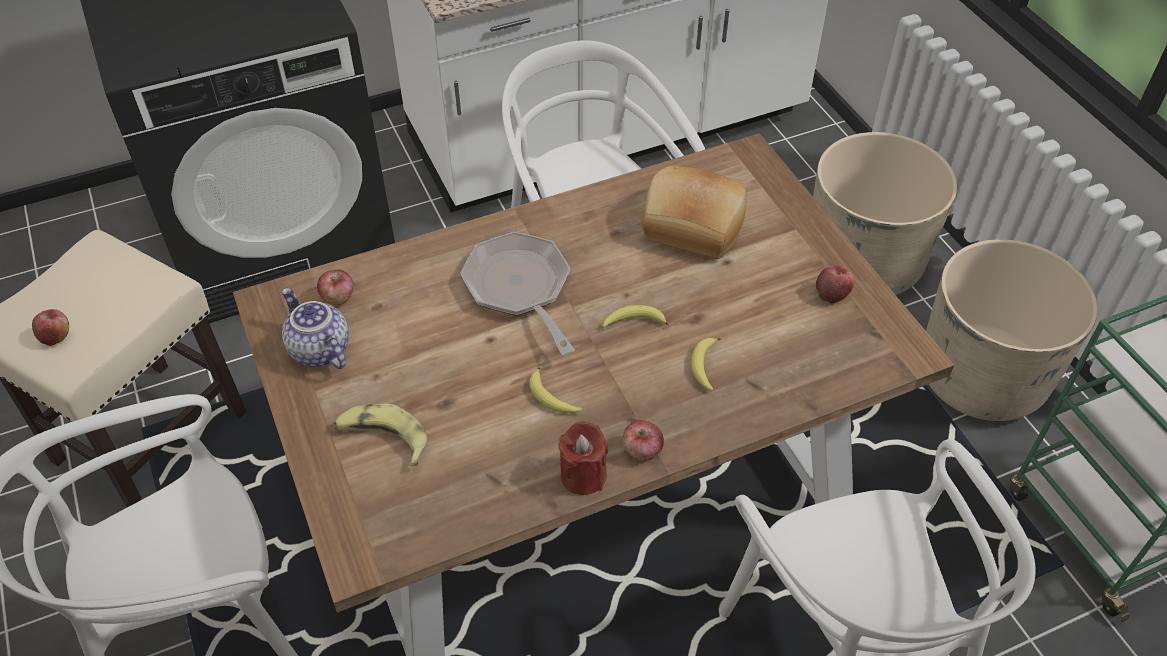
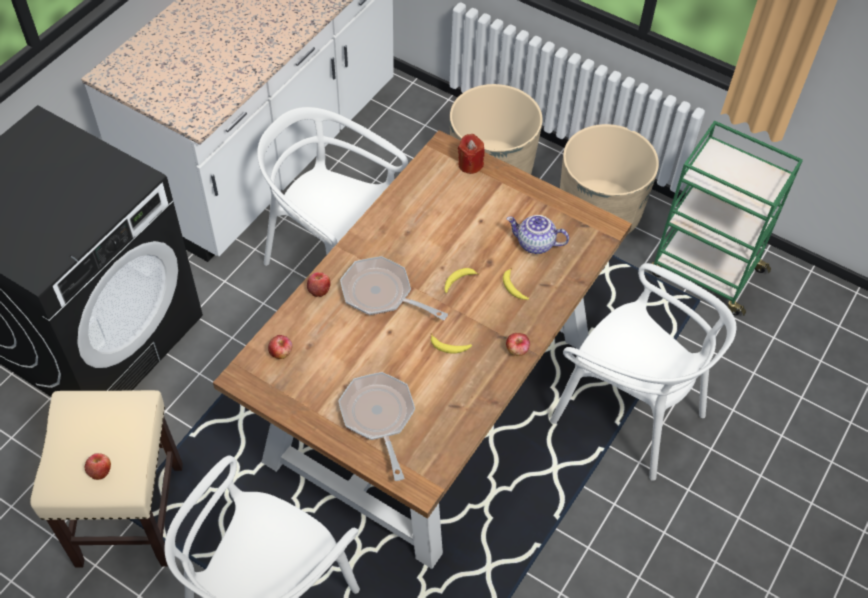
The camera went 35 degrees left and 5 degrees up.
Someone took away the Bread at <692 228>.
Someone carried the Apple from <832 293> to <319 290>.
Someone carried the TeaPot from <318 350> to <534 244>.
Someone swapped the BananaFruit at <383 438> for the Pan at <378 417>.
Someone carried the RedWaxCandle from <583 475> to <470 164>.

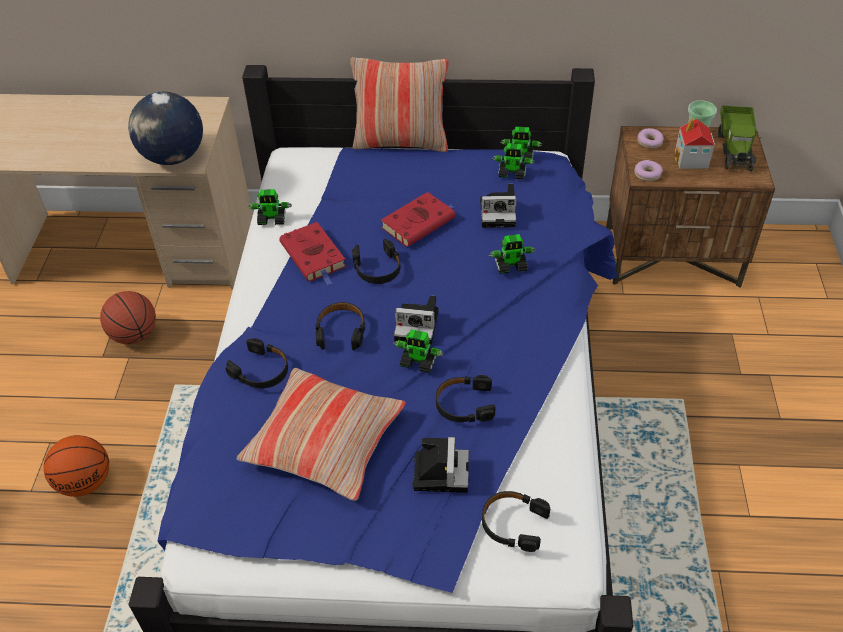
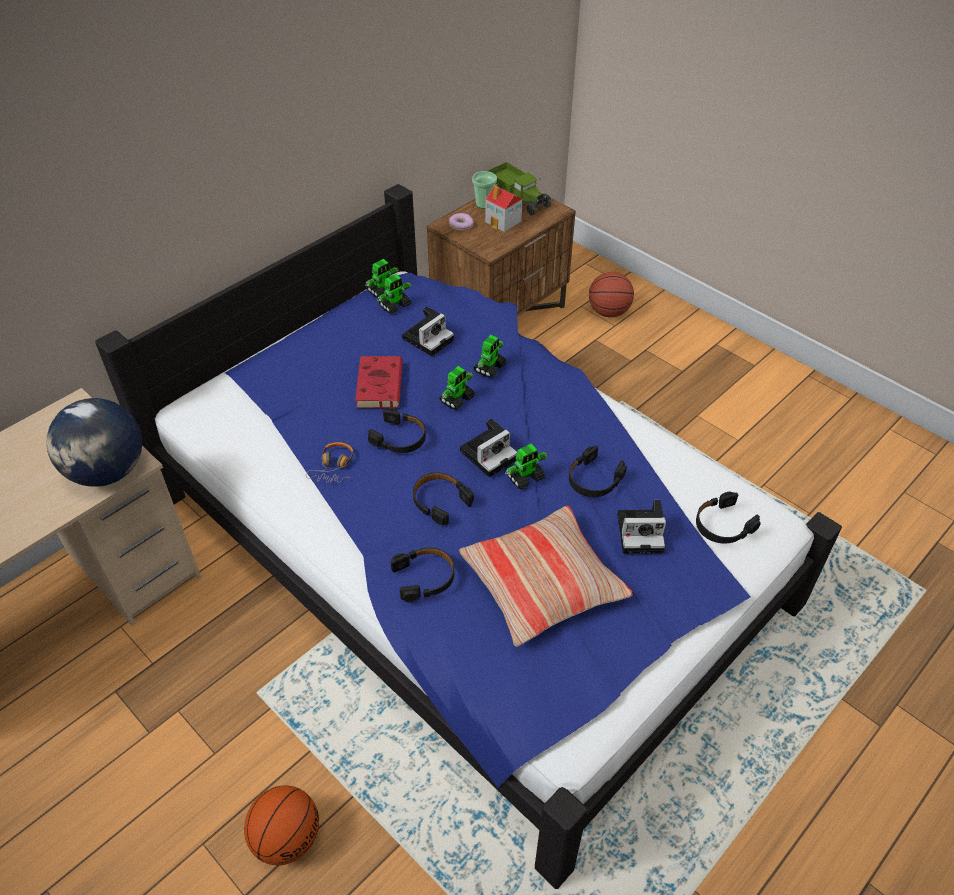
The camera went 50 degrees left and 0 degrees up.
Someone took away the Pillow at <401 142>.
Someone took away the Doughnut at <647 174>.
Someone carried the ToyRobot from <272 219> to <457 399>.
Someone swapped the RedBoundBook at <314 257> for the Headphones at <334 467>.
Someone carried the BallForBasketball from <134 335> to <608 312>.
Someone rotated the PhotoCamera at <440 471> by 135 degrees clockwise.

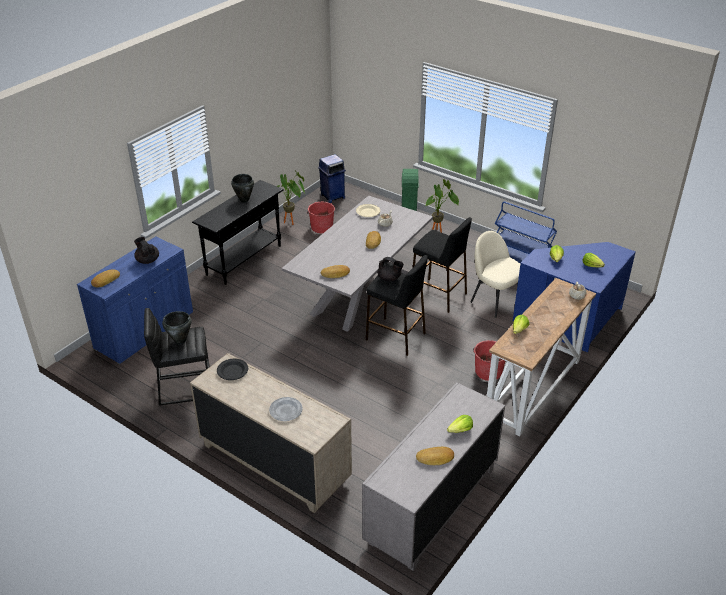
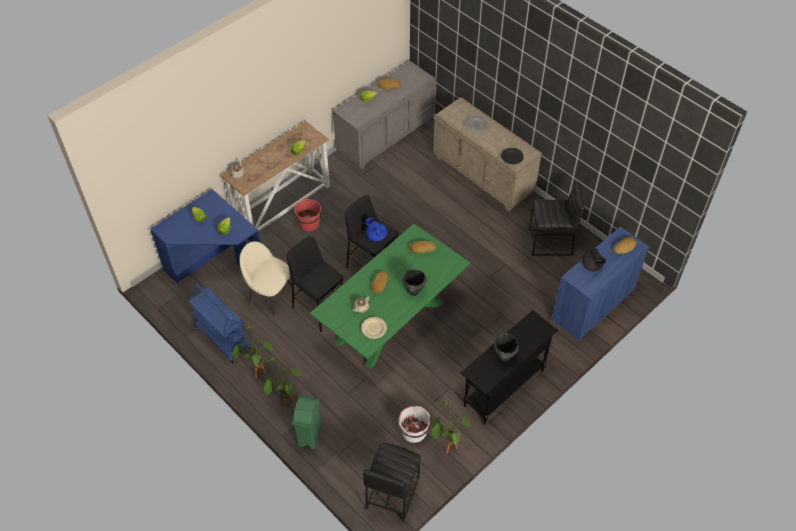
The camera went 170 degrees left and 15 degrees up.
Someone swapped the BlueColouredTrashCan at <332 196> for the BlackishStoolSeat at <391 494>.
Someone repainted the GreyishDinnerTable at <361 293>, which became the GreenColouredDinnerTable at <391 322>.
Someone repainted the RedPail at <321 227>, which became the WhitePail at <414 432>.
Someone rotated the BeigeColouredPlainChair at <494 300> by 150 degrees clockwise.
Someone repainted the BlackishTeaPot at <389 278>, which became the BlueColouredTeaPot at <376 236>.
Someone carried the BlackishCookingPot from <180 341> to <413 291>.
Someone put down the PottedPlant at <256 371>.

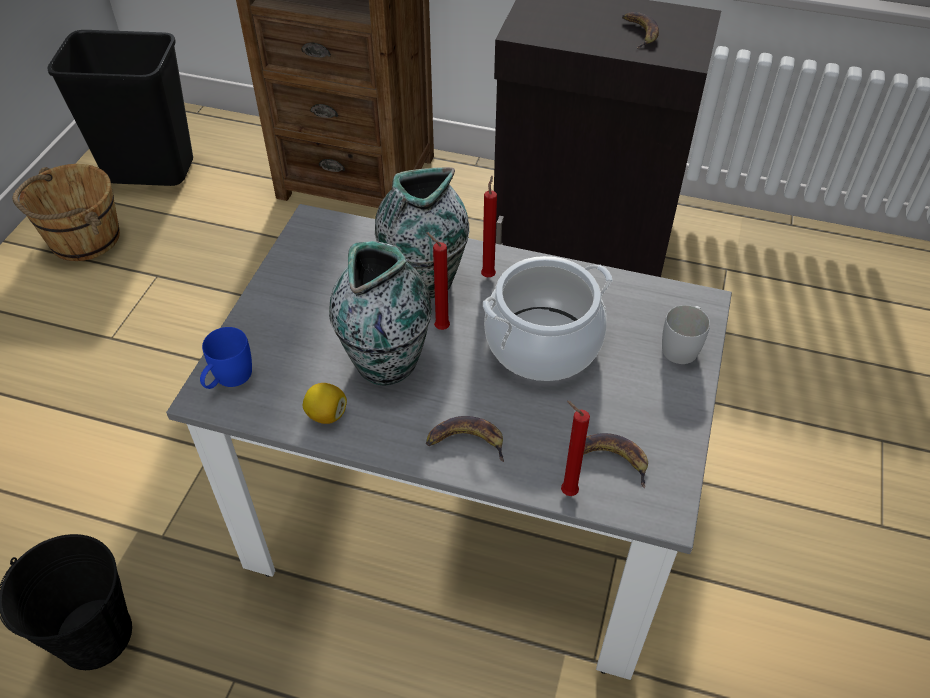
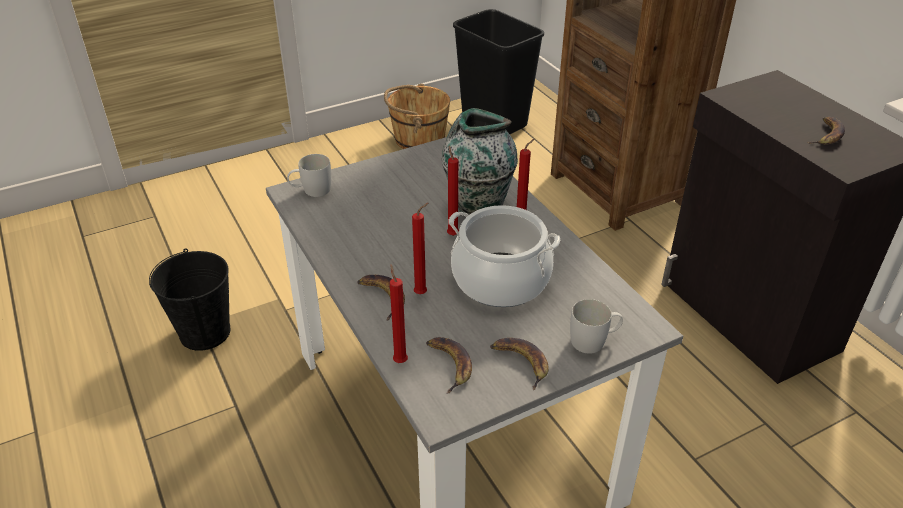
The camera went 45 degrees right and 10 degrees down.
Someone took away the Vase at <386 361>.
Someone repainted the BlueColouredTeaMug at <228 379>, which became the WhiteTeaMug at <311 190>.
Someone took away the CitrusFruit at <326 414>.
Someone put down the RedWaxCandle at <422 293>.
Someone put down the BananaFruit at <520 362>.

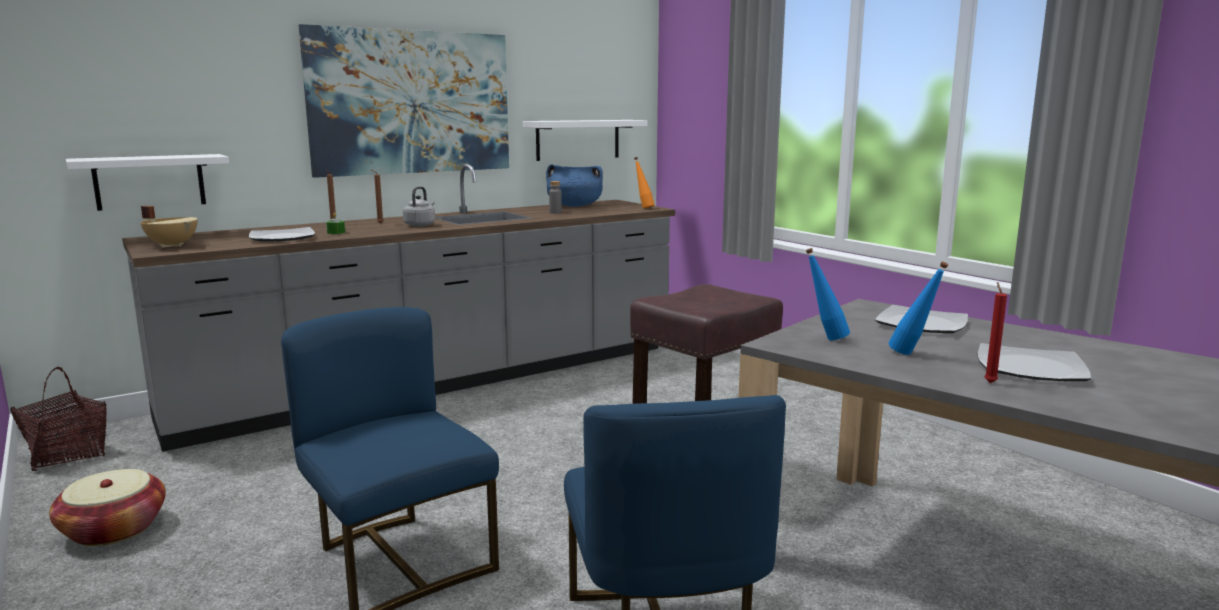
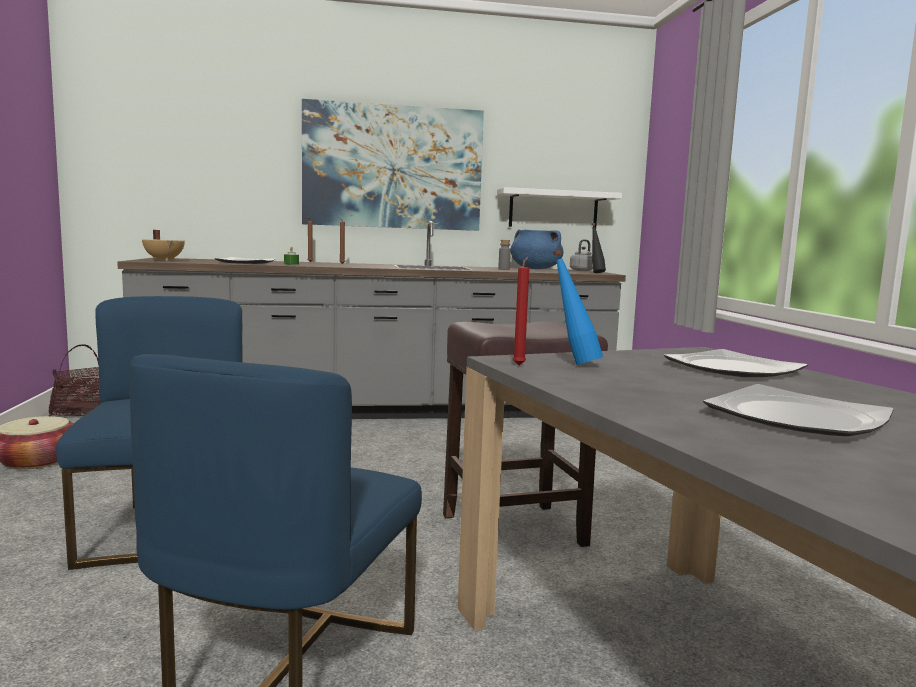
The camera went 25 degrees right and 5 degrees down.
Someone took away the WhiteShelf at <149 181>.
Someone repainted the OrangeBottle at <643 208>, which became the BlackishBottle at <595 273>.
Someone carried the GreyishKettle from <420 225> to <582 270>.
Someone took away the BlueColouredBottle at <913 355>.
Someone carried the RedWaxCandle from <989 382> to <520 365>.

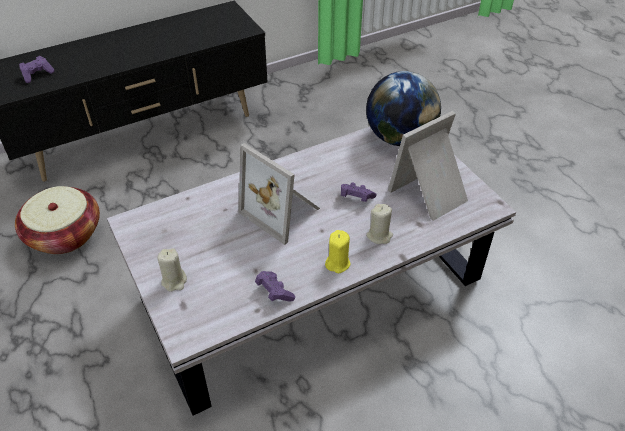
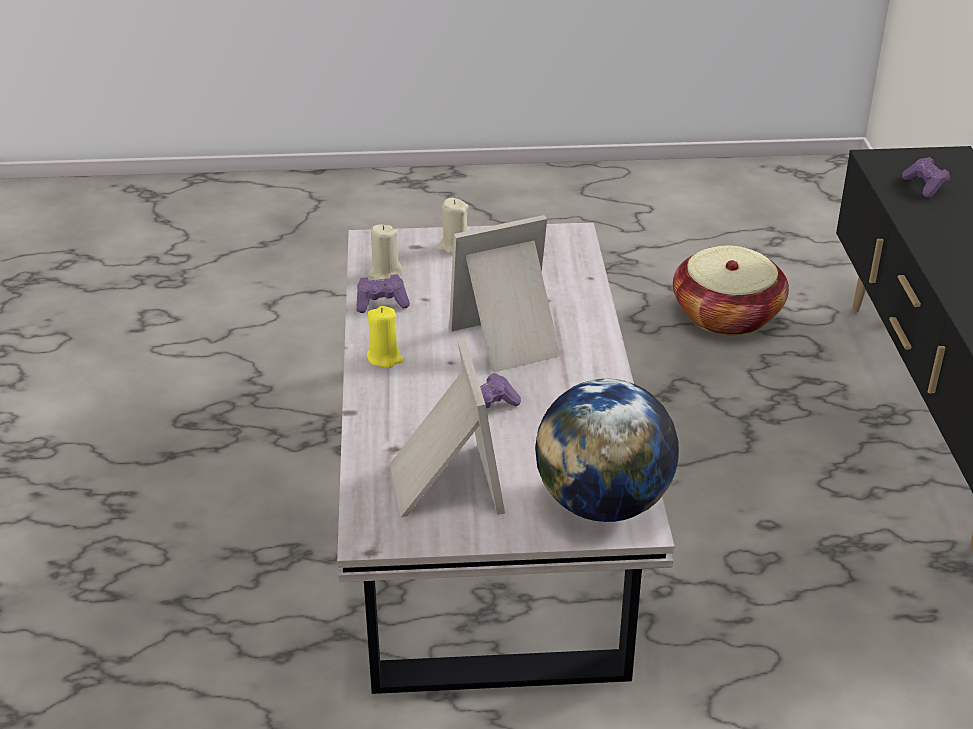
The camera went 115 degrees right and 10 degrees down.
Someone carried the BeigeColouredWaxCandle from <379 236> to <385 273>.

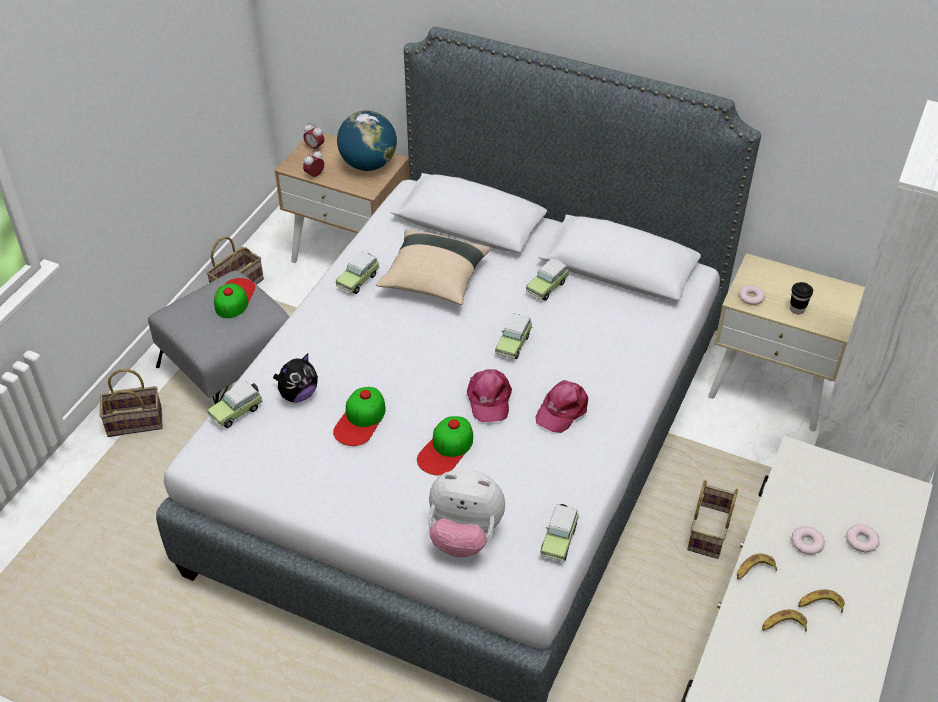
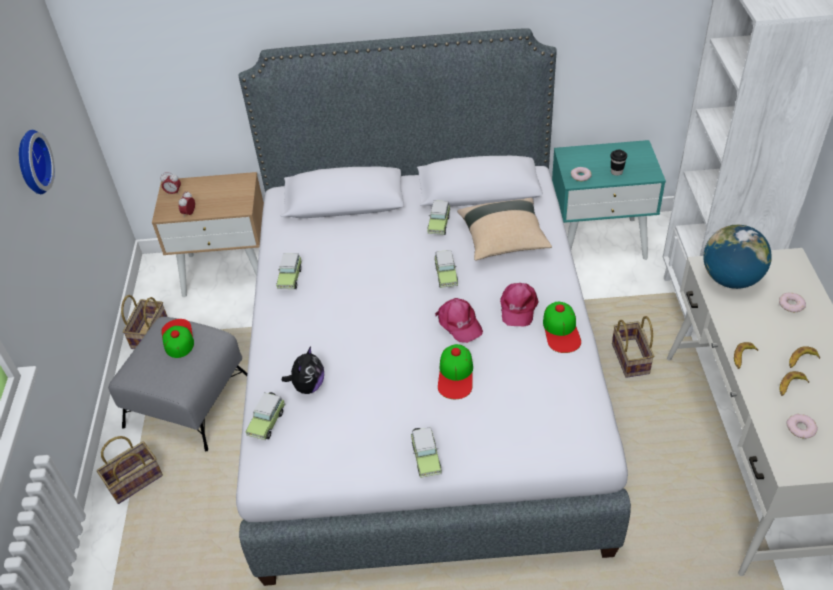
The camera went 25 degrees left and 0 degrees up.
Someone carried the DeskGlobe from <368 165> to <730 279>.
Someone carried the BeigeColouredPillow from <433 280> to <503 240>.
Someone repainted the BeigeColouredNightTable at <772 387>, which became the TurquoiseNightTable at <599 241>.
Someone carried the Cap from <360 420> to <561 330>.
Someone took away the PlushToy at <464 535>.
Someone carried the ToyCar from <559 539> to <426 457>.
Someone carried the Doughnut from <806 542> to <800 428>.
Someone put up the ClockOnTheWall at <30 162>.

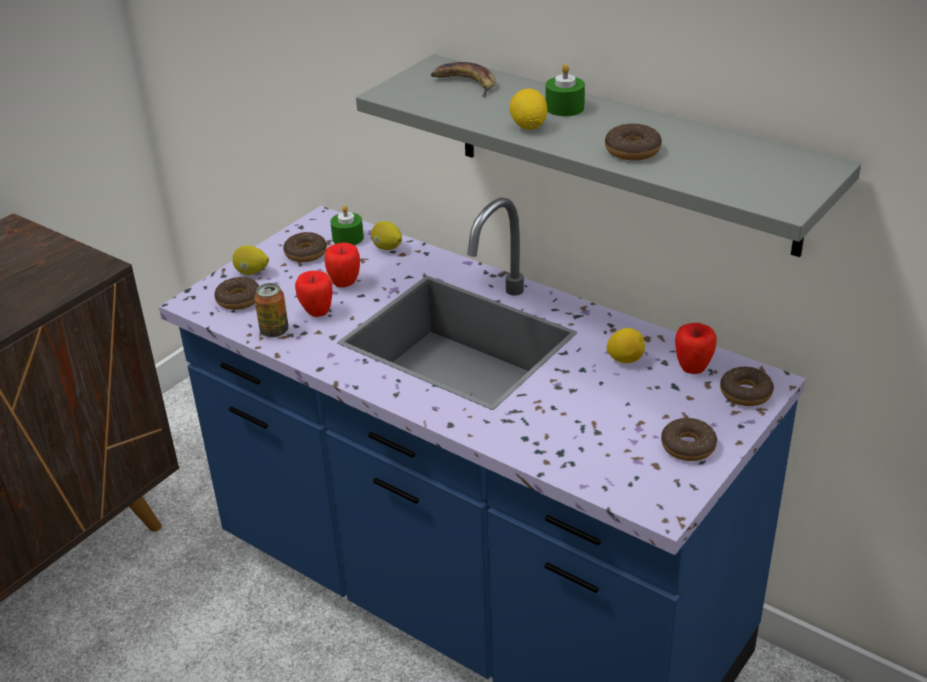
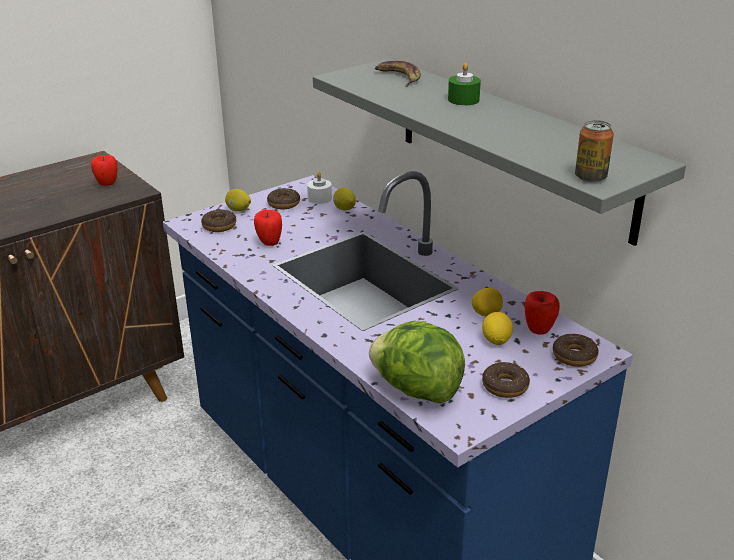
The camera went 15 degrees right and 5 degrees down.
Someone carried the CitrusFruit from <528 126> to <496 341>.
Someone took away the Doughnut at <632 150>.
Someone repainted the GreenColouredWaxCandle at <348 238>, which became the WhiteWaxCandle at <319 198>.
Someone carried the Apple from <344 284> to <107 184>.
Someone carried the SealedCan from <274 331> to <590 177>.
Someone put down the HeadOfLettuce at <416 390>.

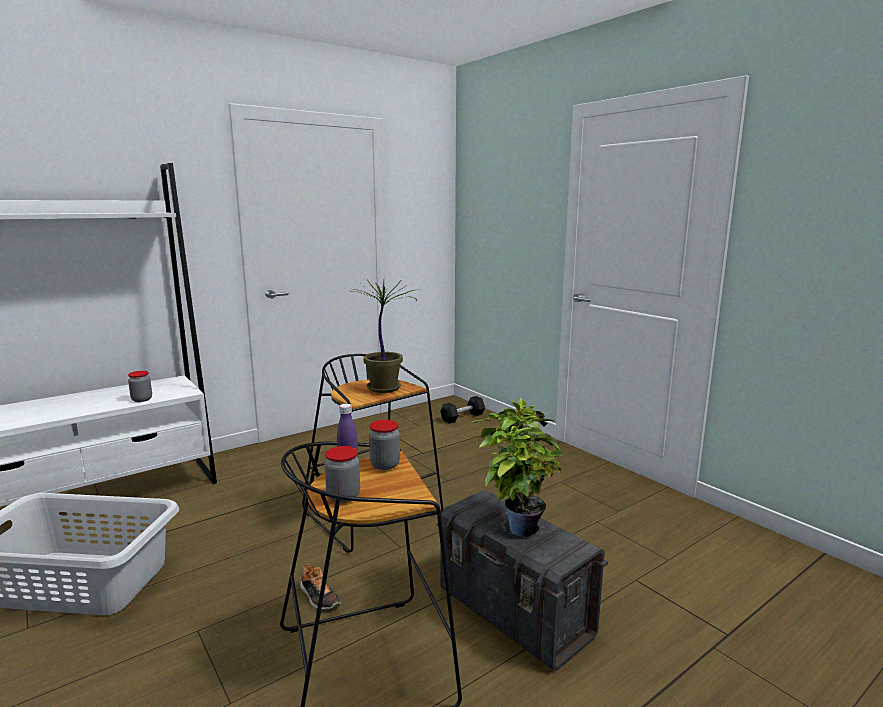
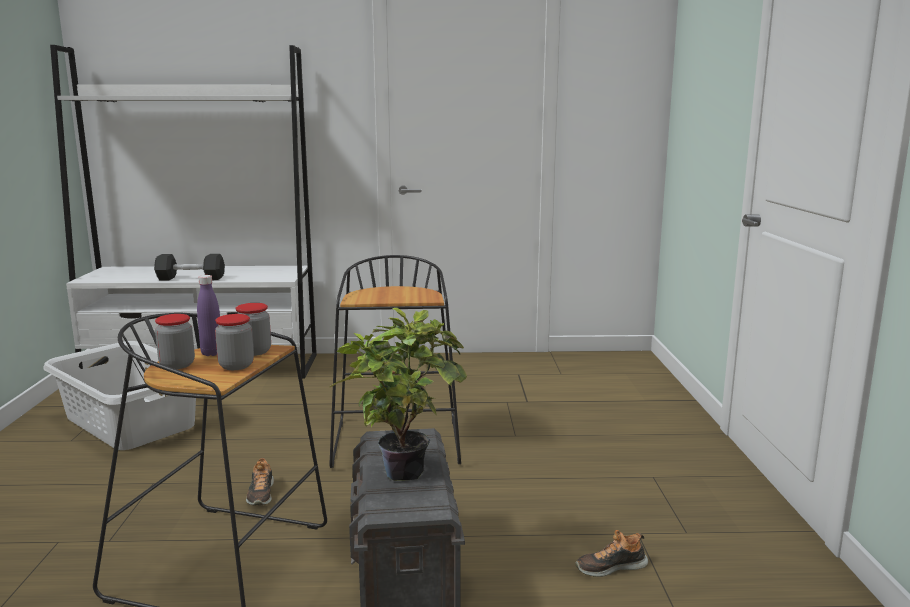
The camera went 35 degrees right and 0 degrees up.
Someone took away the PottedPlant at <385 388>.
Someone carried the StorageJar from <142 399> to <236 366>.
Someone carried the BlackishHandWeight from <462 417> to <191 278>.
Someone put down the ItemOfFootwear at <610 567>.

